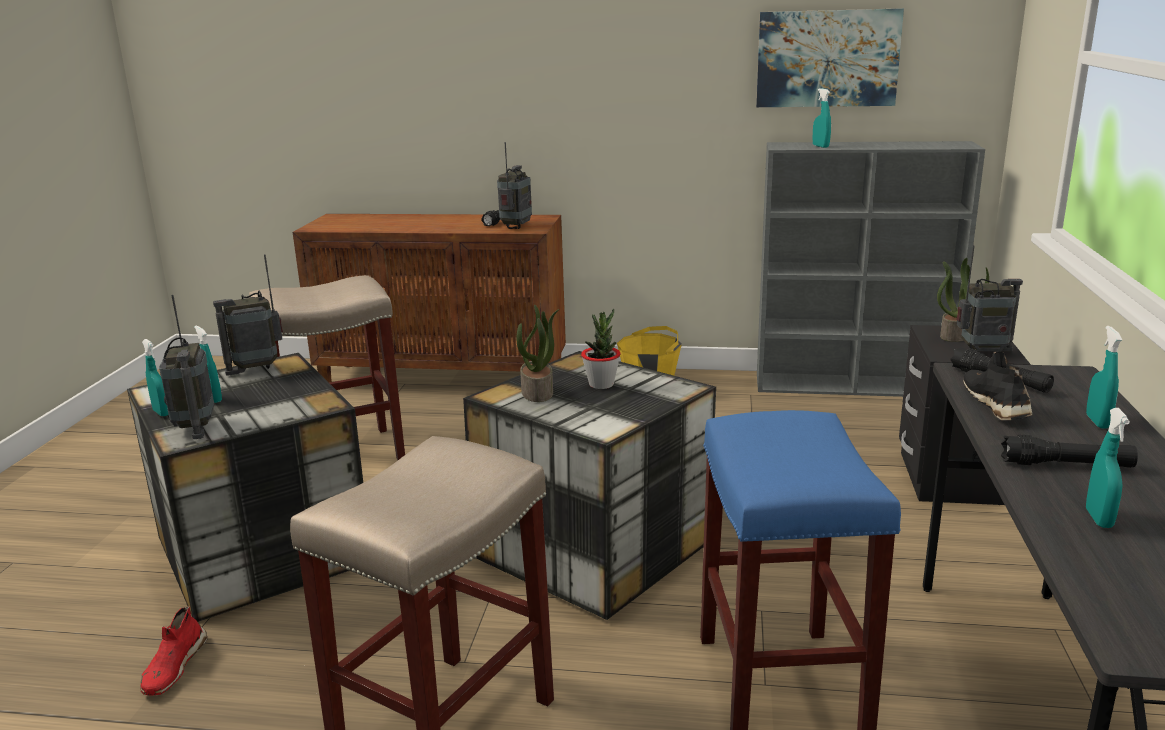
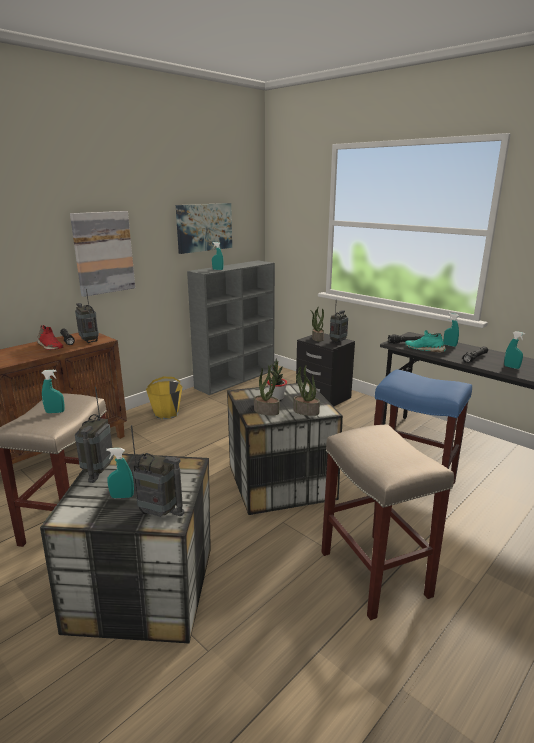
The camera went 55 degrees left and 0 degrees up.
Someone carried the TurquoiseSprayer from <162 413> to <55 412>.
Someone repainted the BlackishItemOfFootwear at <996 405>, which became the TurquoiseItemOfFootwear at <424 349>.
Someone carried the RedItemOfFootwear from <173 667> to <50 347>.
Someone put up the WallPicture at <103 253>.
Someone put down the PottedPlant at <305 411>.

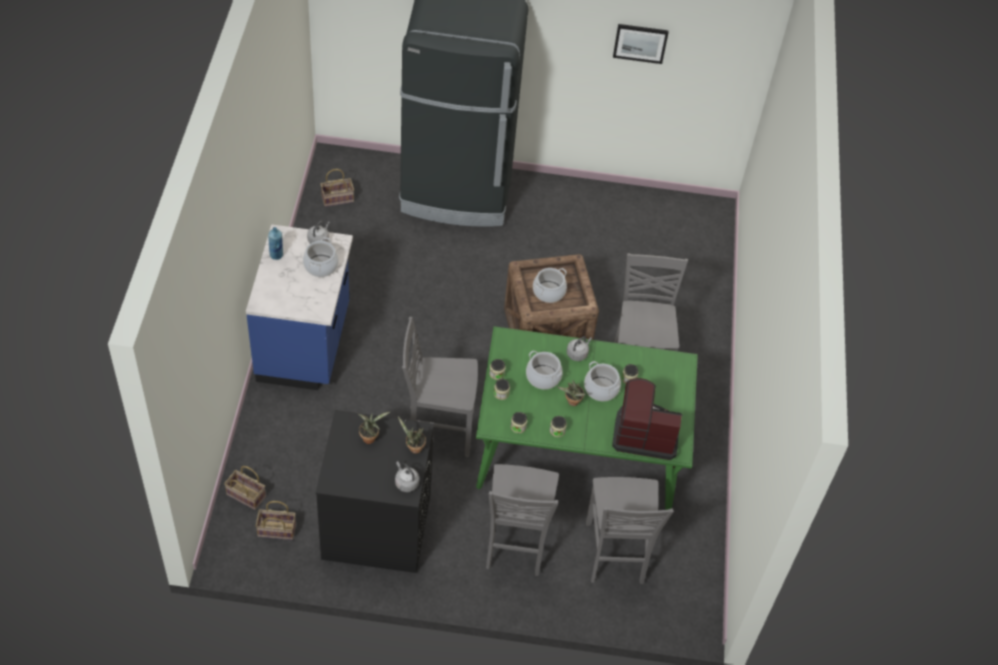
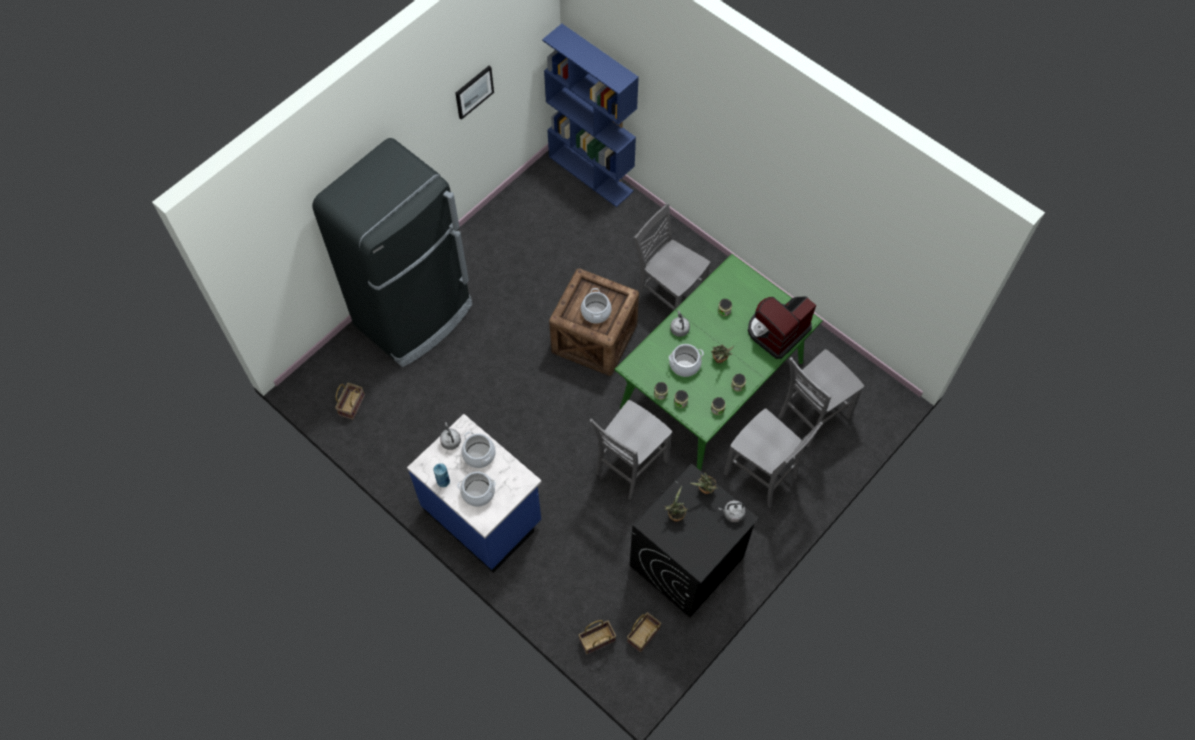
The camera went 50 degrees left and 10 degrees up.
Someone carried the CookingPot from <601 389> to <478 492>.
Someone rotated the GreyishPlainChair at <615 554> by 105 degrees clockwise.
Someone put down the BlueColouredBookcase at <591 174>.

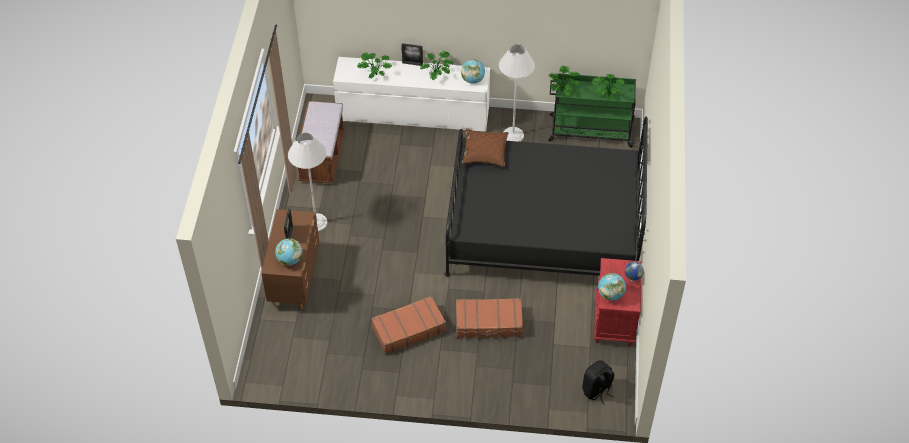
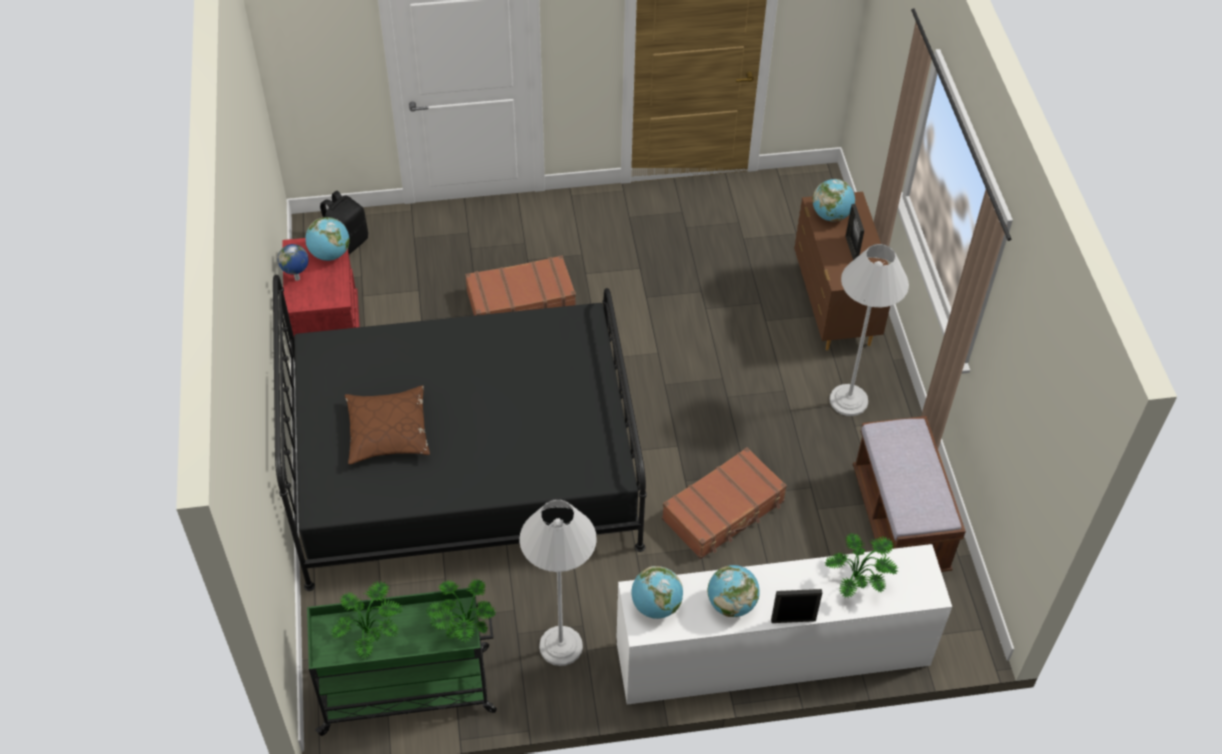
The camera went 165 degrees right and 0 degrees up.
Someone swapped the PottedPlant at <437 74> for the DeskGlobe at <731 604>.
Someone carried the BrownishPillow from <485 152> to <388 431>.
Someone carried the BrownishTravelCase from <408 329> to <724 511>.

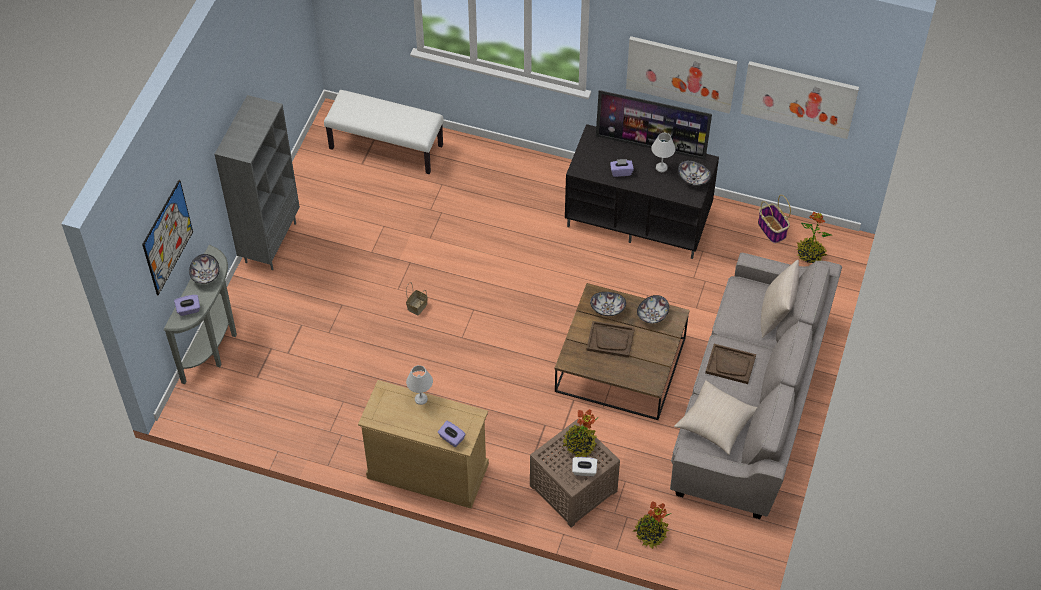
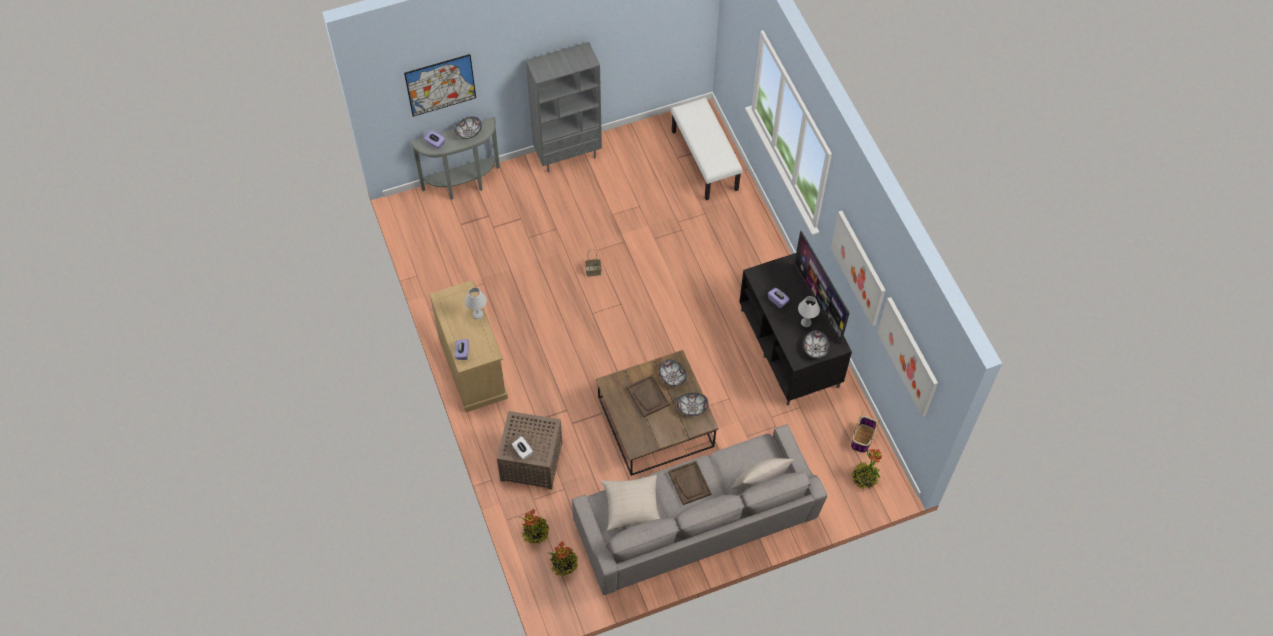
The camera went 50 degrees right and 5 degrees up.
Someone carried the PottedPlant from <579 445> to <564 564>.

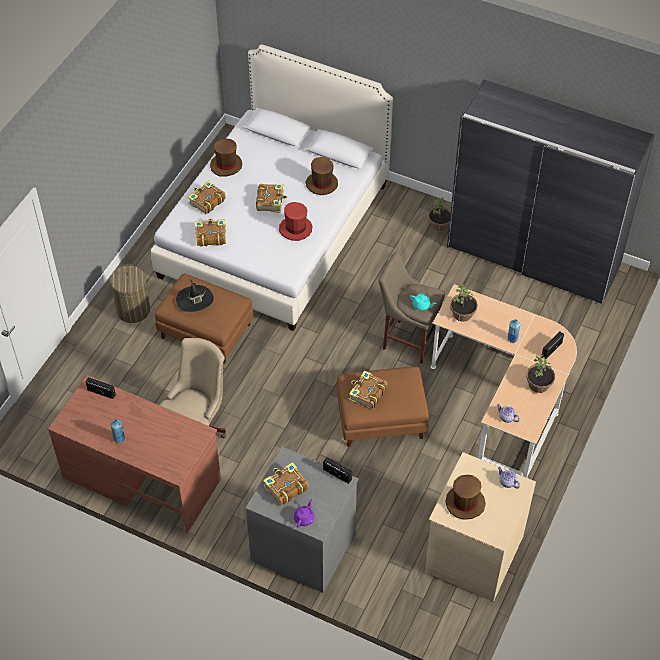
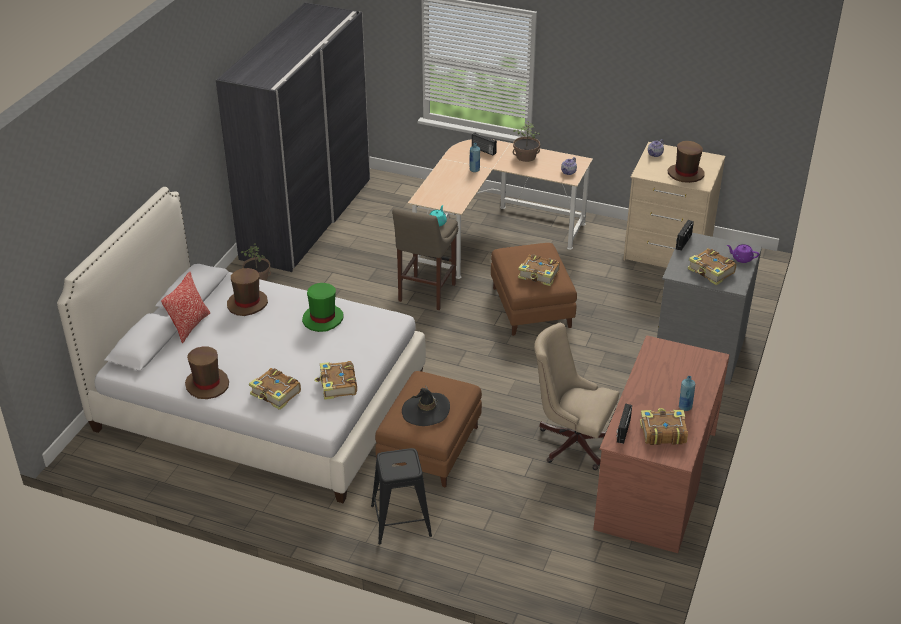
The camera went 95 degrees left and 15 degrees down.
Someone carried the BoundBook from <270 201> to <662 432>.
Someone repainted the RedWearableHat at <295 229>, which became the GreenColouredWearableHat at <323 319>.
Someone swapped the LaundryBasket at <133 310> for the BlackishStoolSeat at <400 521>.
Someone took away the PottedPlant at <462 314>.
Someone put down the Pillow at <189 326>.

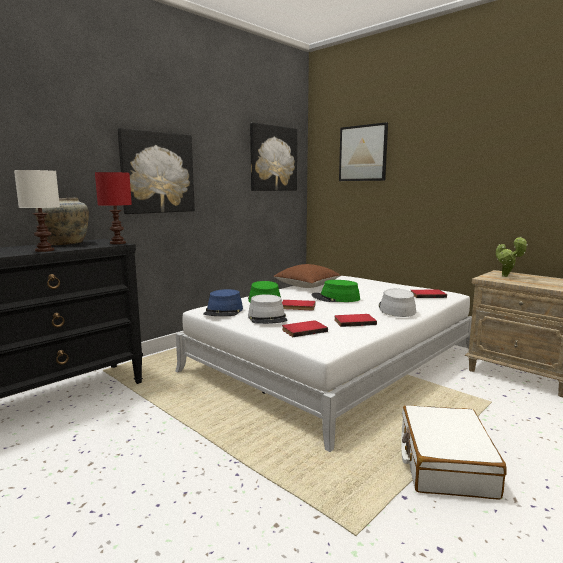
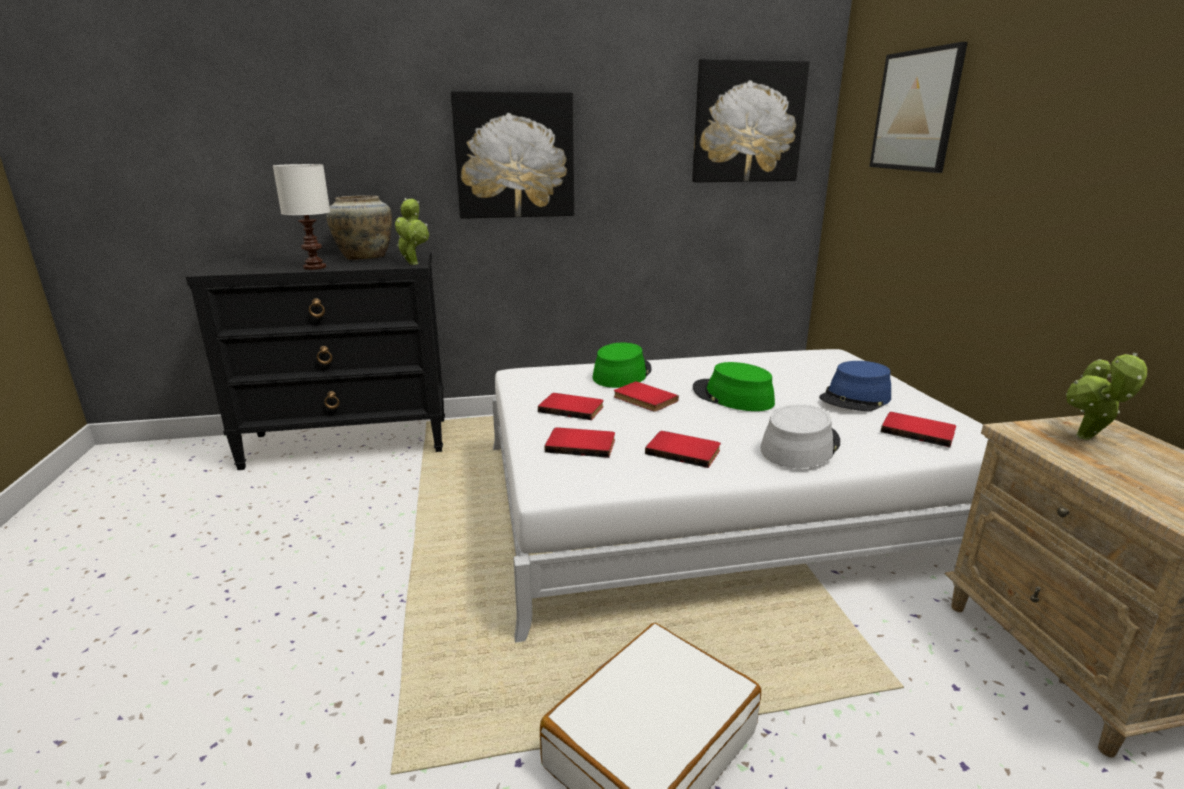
The camera went 35 degrees right and 10 degrees up.
Someone swapped the RedTableLamp at <117 243> for the PottedPlant at <413 263>.
Someone took away the BrownishPillow at <307 286>.
Someone carried the BlueColouredWearableHat from <223 311> to <855 398>.
Someone swapped the GreyishWearableHat at <267 318> for the RedBoundBook at <572 408>.

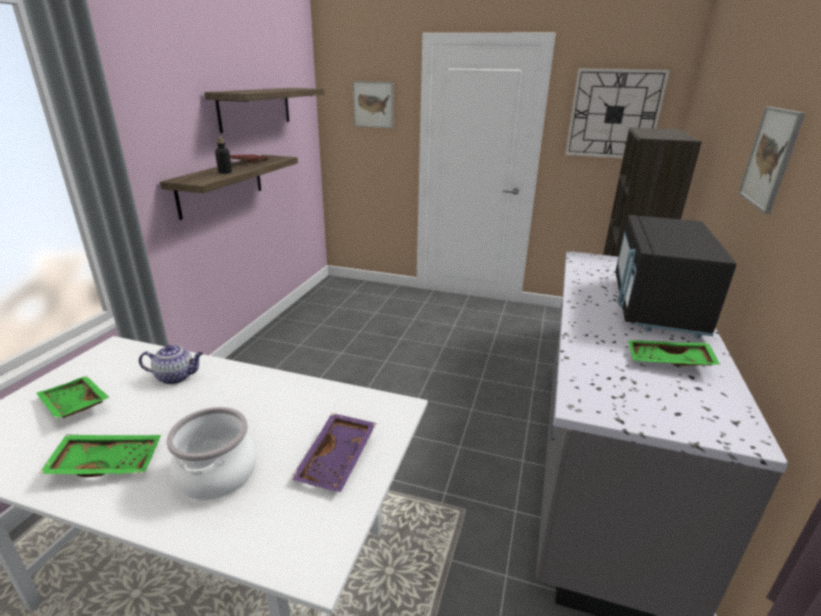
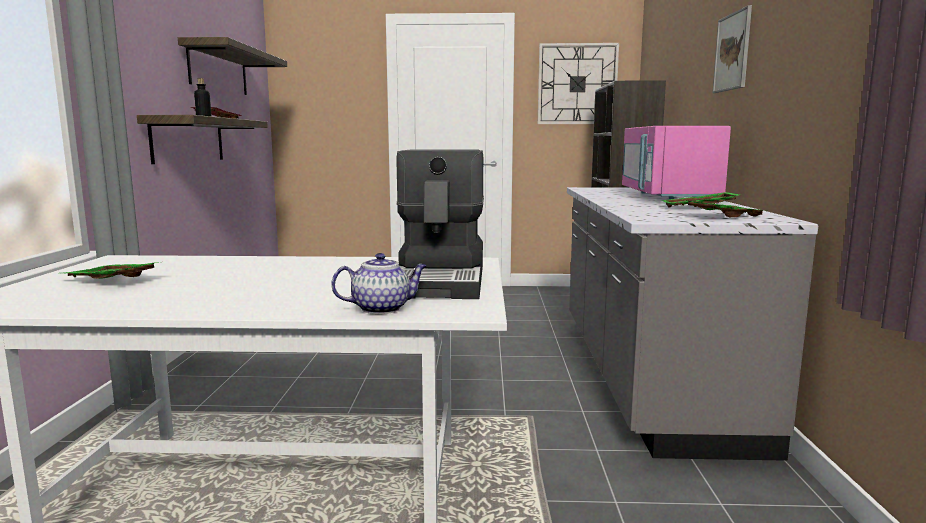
The camera went 15 degrees left and 15 degrees down.
Someone took away the WallPicture at <373 104>.
Someone repainted the BlackishMicrowaveOven at <655 306>, which became the PinkColouredMicrowaveOven at <667 197>.
Someone carried the TeaPot from <176 377> to <382 308>.
Someone took away the CookingPot at <218 474>.
Someone swapped the PurpleServingTray at <338 460> for the CoffeeMaker at <442 280>.
Someone carried the GreenColouredServingTray from <108 462> to <723 216>.

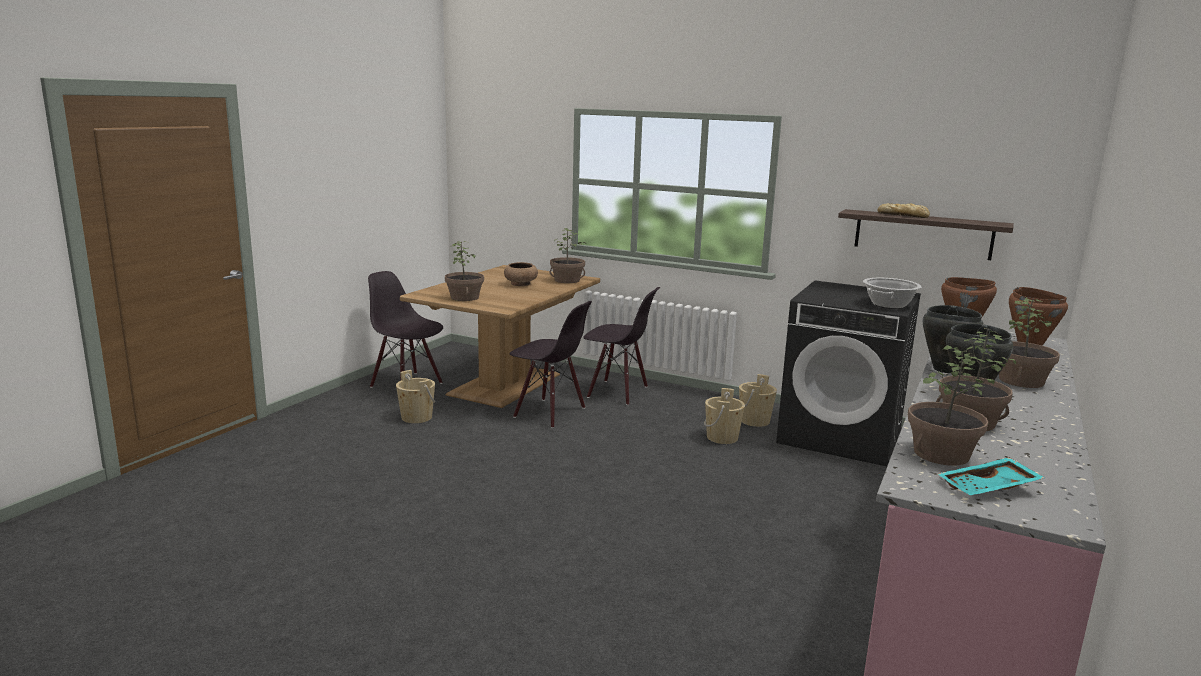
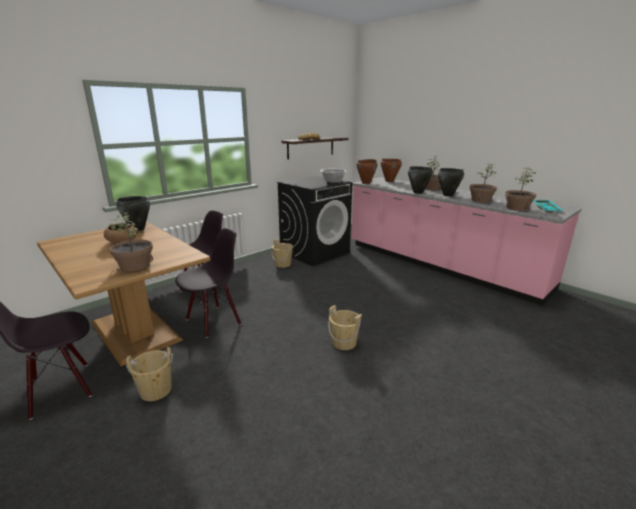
The camera went 70 degrees left and 5 degrees up.
Someone swapped the PottedPlant at <567 280> for the BlackishCookingPot at <138 229>.
Someone carried the BeigeColouredPail from <722 437> to <344 343>.

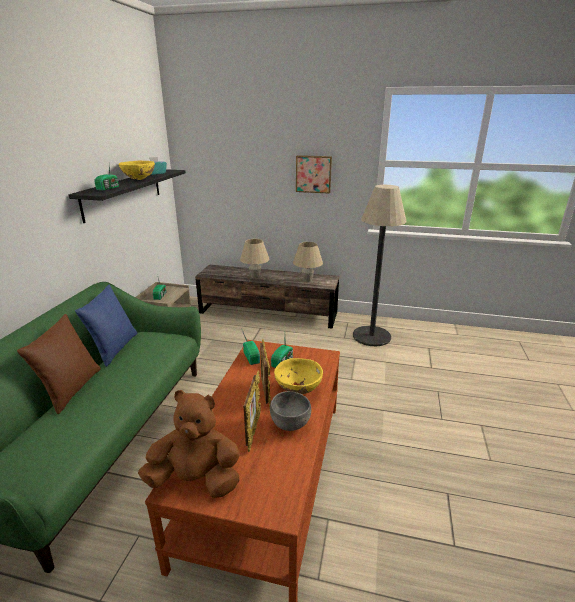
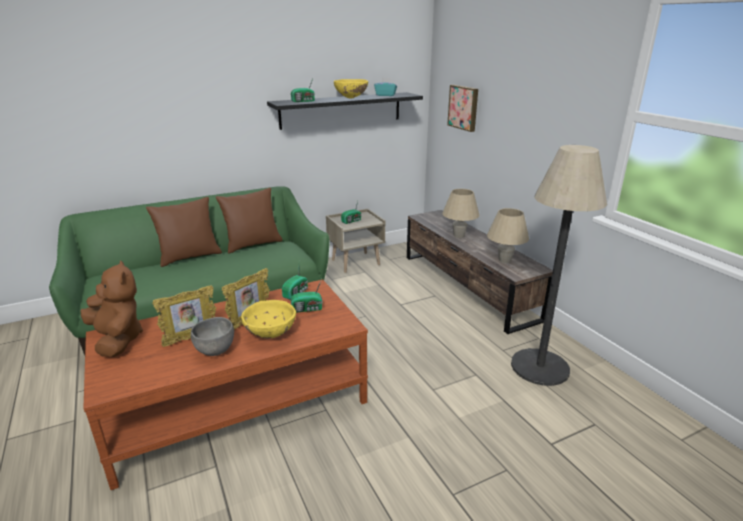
The camera went 50 degrees right and 0 degrees up.
Someone carried the WallPicture from <313 174> to <464 107>.
Someone repainted the BlueColouredPillow at <114 349>, which became the BrownishPillow at <253 244>.

